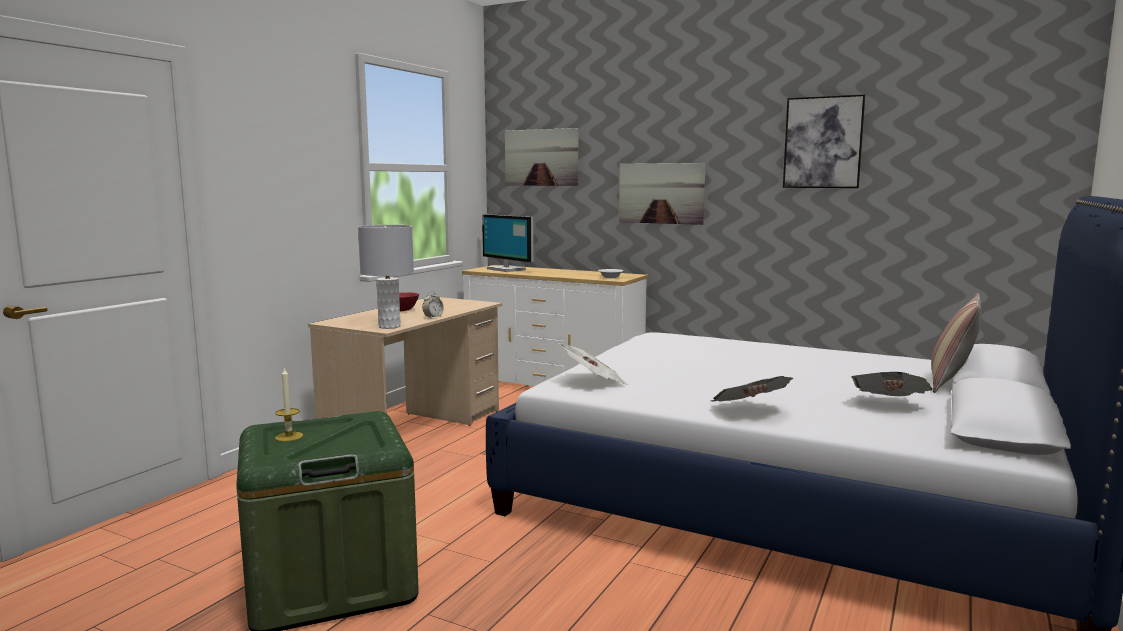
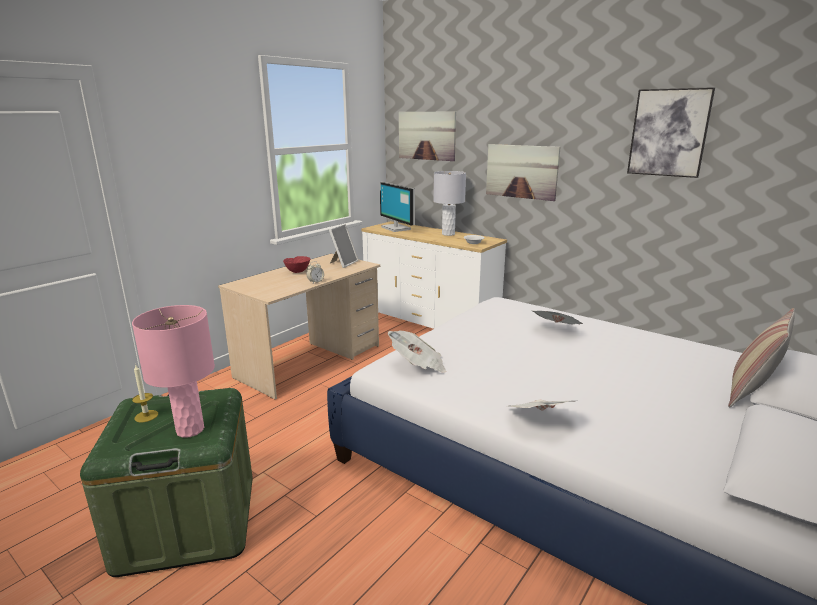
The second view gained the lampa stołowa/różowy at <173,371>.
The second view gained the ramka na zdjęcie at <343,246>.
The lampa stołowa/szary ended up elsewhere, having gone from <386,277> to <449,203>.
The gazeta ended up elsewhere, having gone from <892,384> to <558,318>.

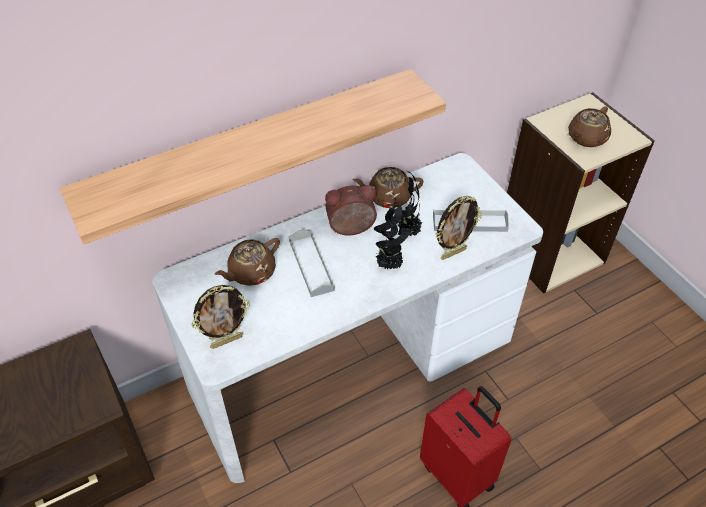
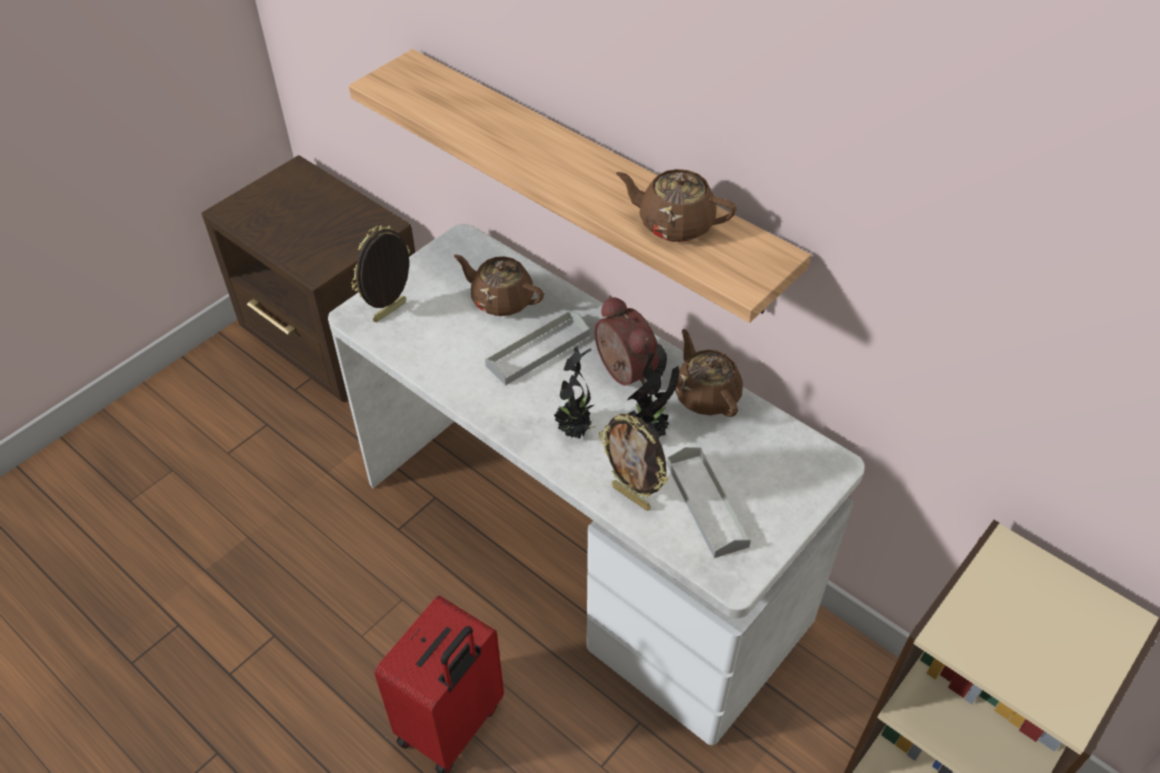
The imbryk/brązowy ended up elsewhere, having gone from <589,126> to <676,205>.
The ramka na zdjęcie at <221,317> ended up facing another way, 90 degrees clockwise from before.

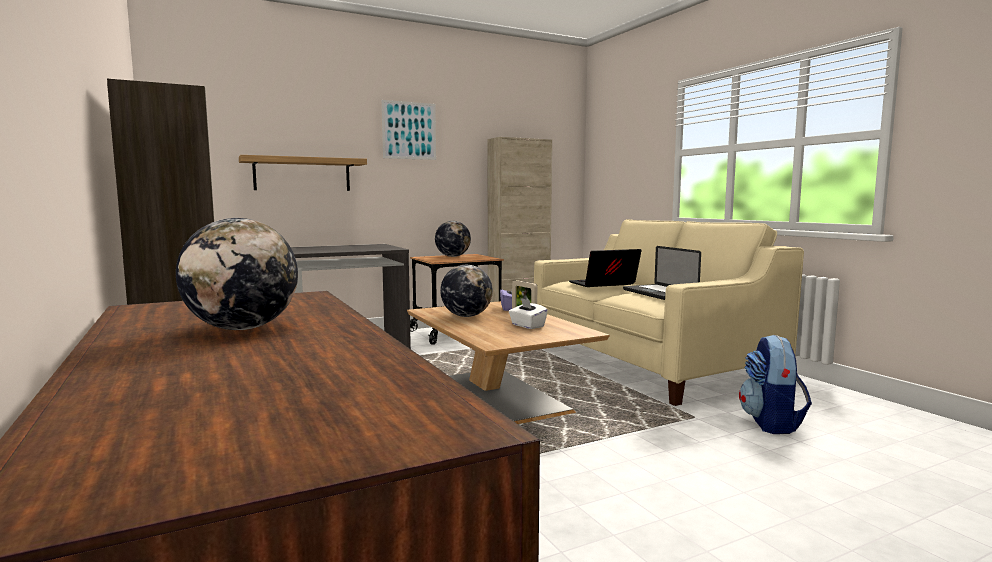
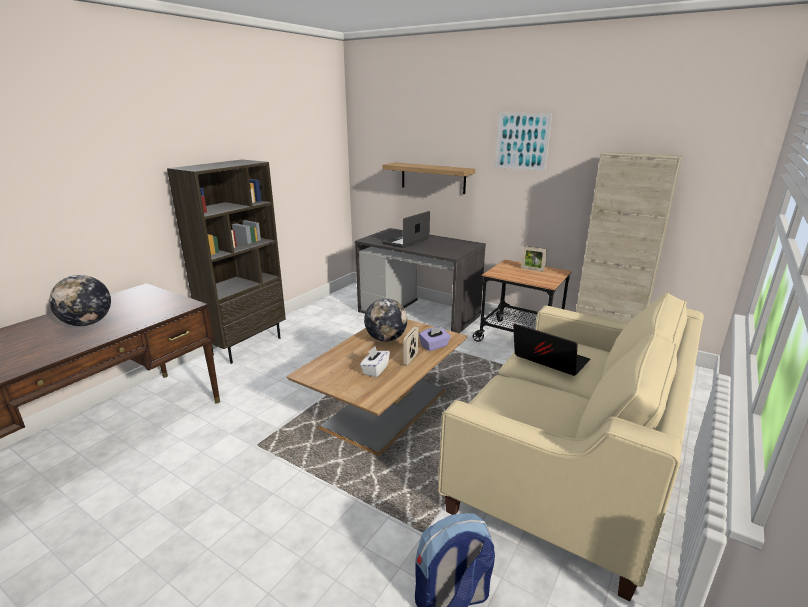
The laptop ended up elsewhere, having gone from <662,273> to <406,229>.
Where the globus stood at <453,239>, the ramka na zdjęcie came to stand at <534,259>.

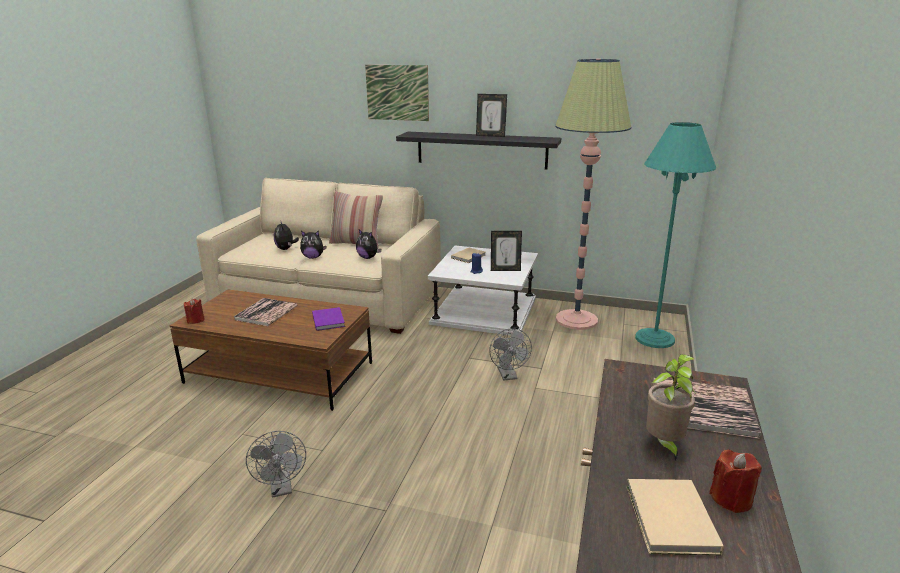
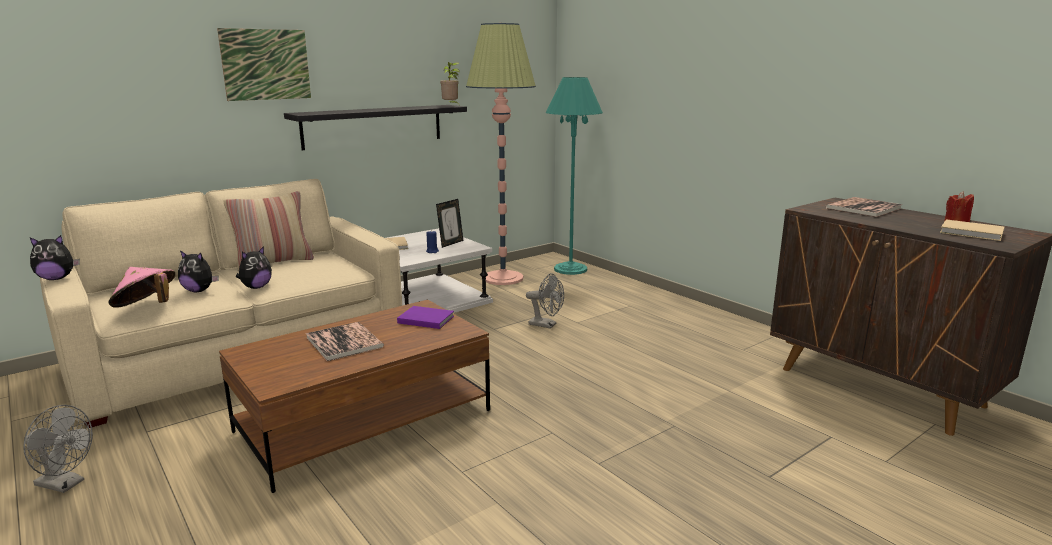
The second view lost the świeca/czerwony at <194,311>.
The second view lost the ramka na zdjęcie at <491,115>.
The second view gained the kapelusz/różowy at <141,287>.
The wentylator/szary ended up elsewhere, having gone from <276,464> to <58,449>.
The pluszak ended up elsewhere, having gone from <368,244> to <55,257>.
The roślina doniczkowa ended up elsewhere, having gone from <671,407> to <450,84>.

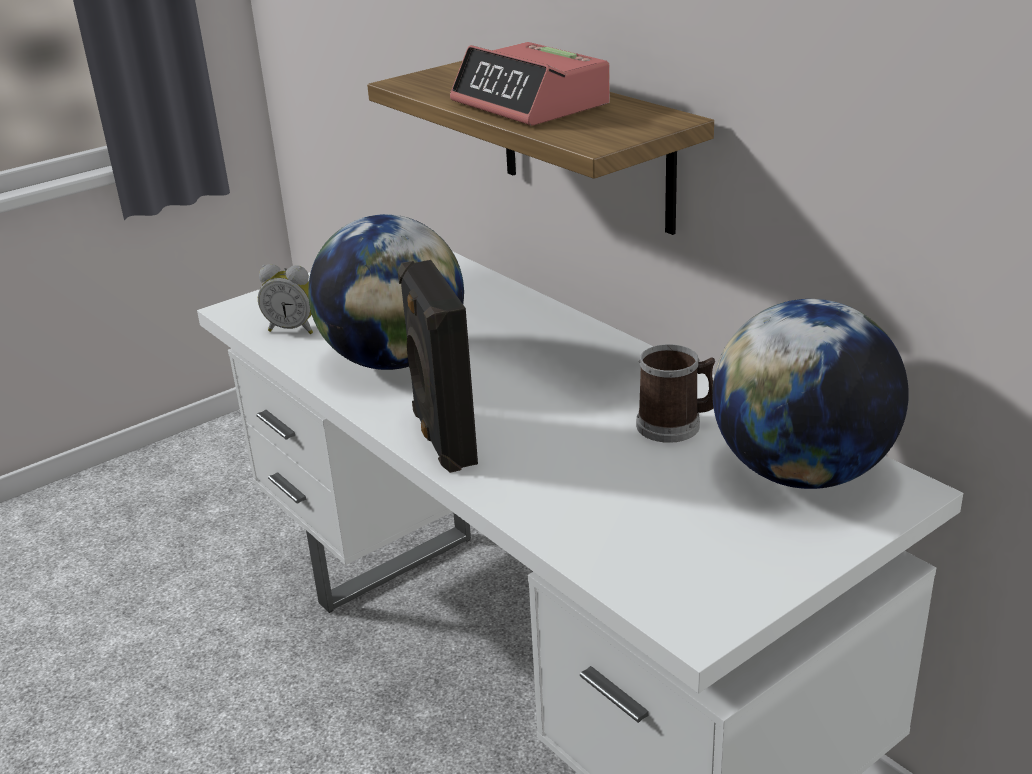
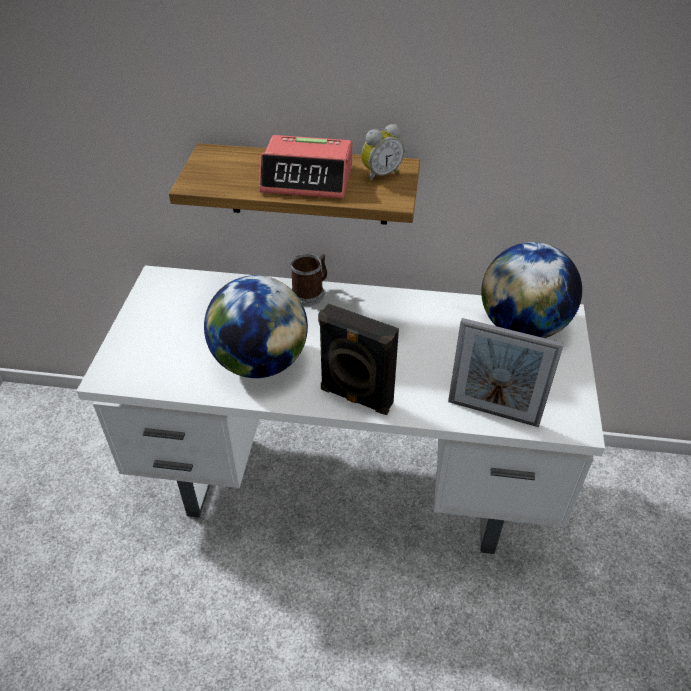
The second view gained the ramka na zdjęcie at <506,372>.
The budzik ended up elsewhere, having gone from <285,299> to <382,153>.
The kubek ended up elsewhere, having gone from <675,393> to <308,280>.

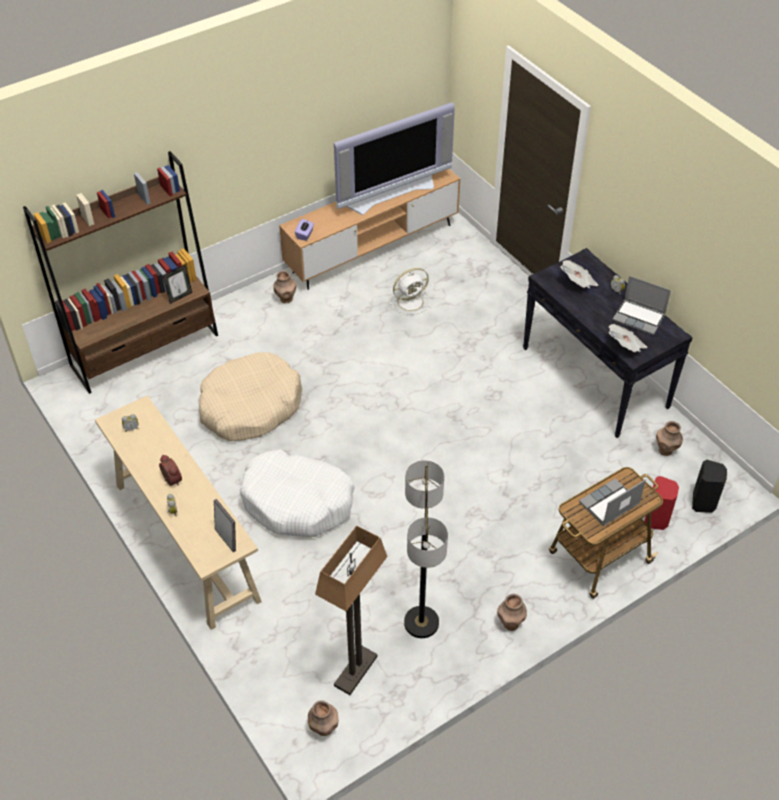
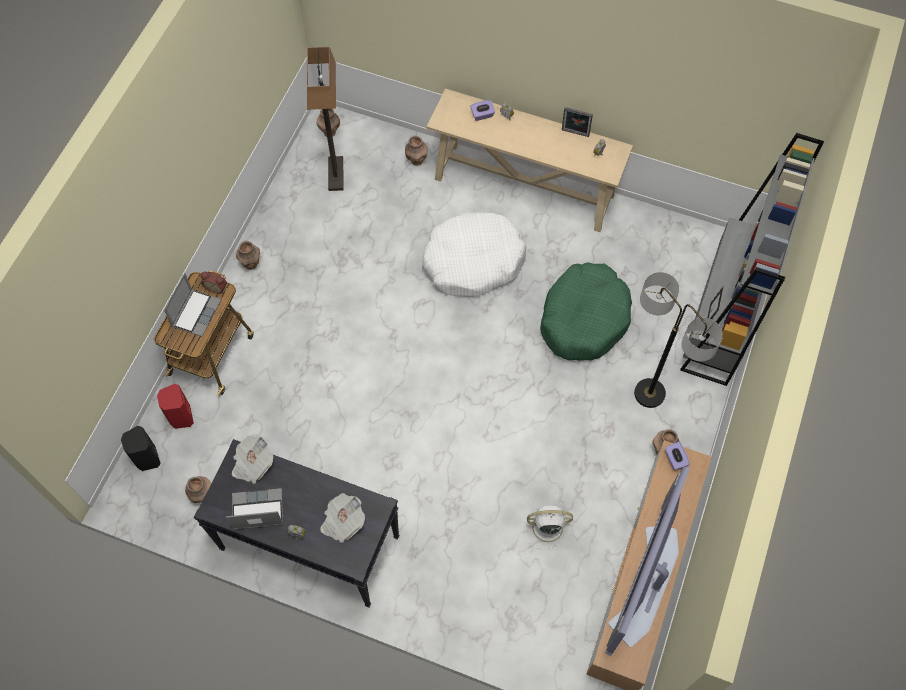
The second view gained the wazon/brązowy at <416,150>.
The second view gained the pudełko chusteczek/fioletowy at <482,110>.
The budzik ended up elsewhere, having gone from <170,470> to <214,283>.
The ramka na zdjęcie ended up elsewhere, having gone from <225,525> to <577,122>.
The lampa stojąca ended up elsewhere, having gone from <426,549> to <678,340>.
What was the regał/brązowy at <120,272> turned into the regał/szary at <752,259>.
What was the legowisko/beżowy at <250,396> turned into the legowisko/zielony at <586,311>.
The wentylator/biały at <410,291> ended up facing another way, 60 degrees clockwise from before.

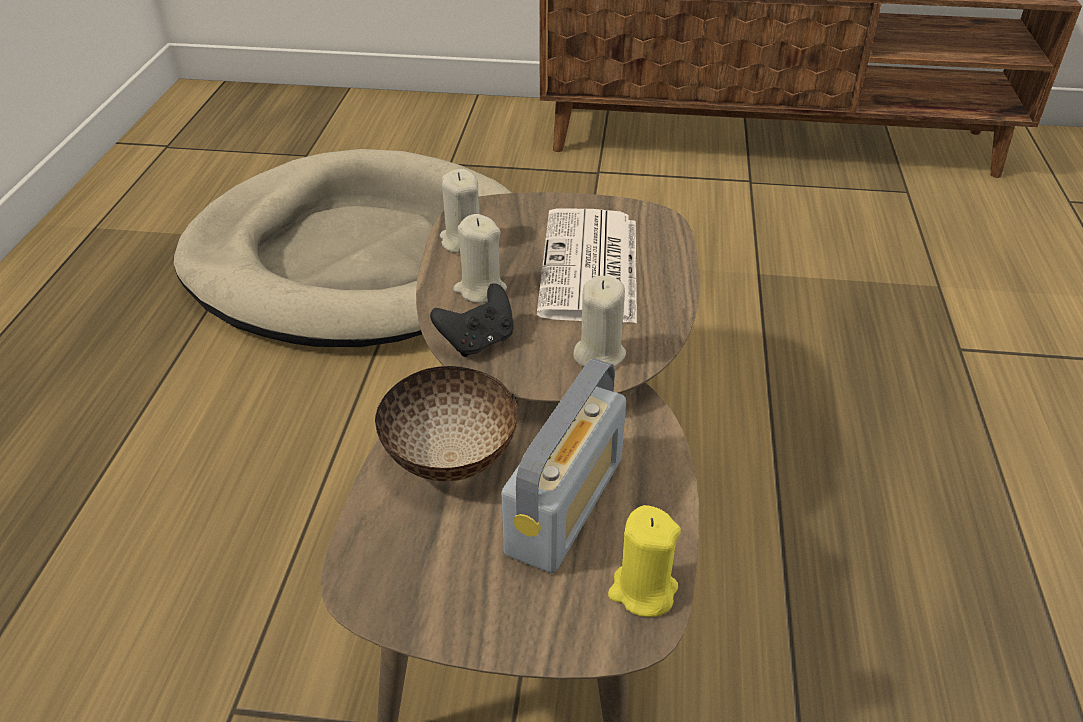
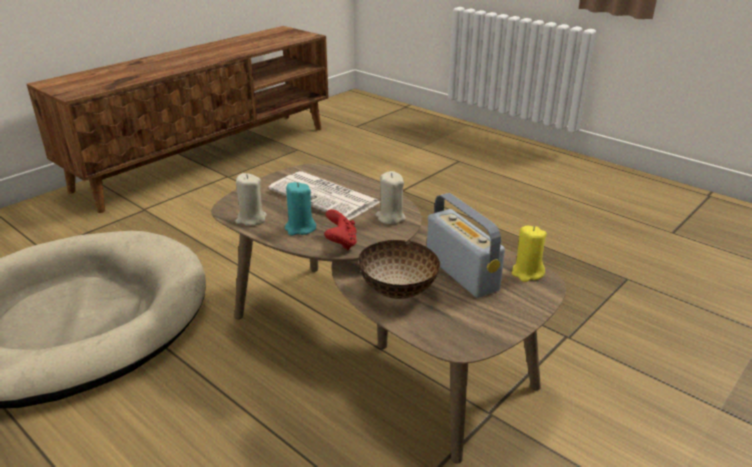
What was the pad do gier/czarny at <472,320> turned into the pad do gier/czerwony at <340,229>.
What was the świeca/beżowy at <480,258> turned into the świeca/turkusowy at <300,209>.

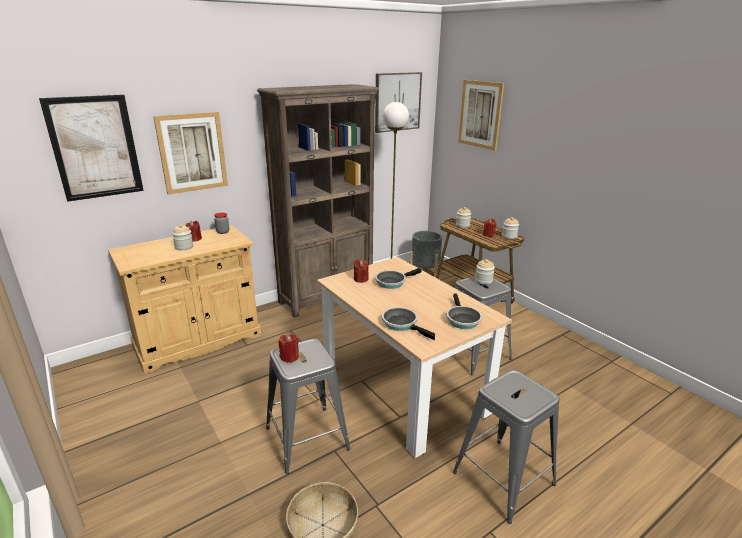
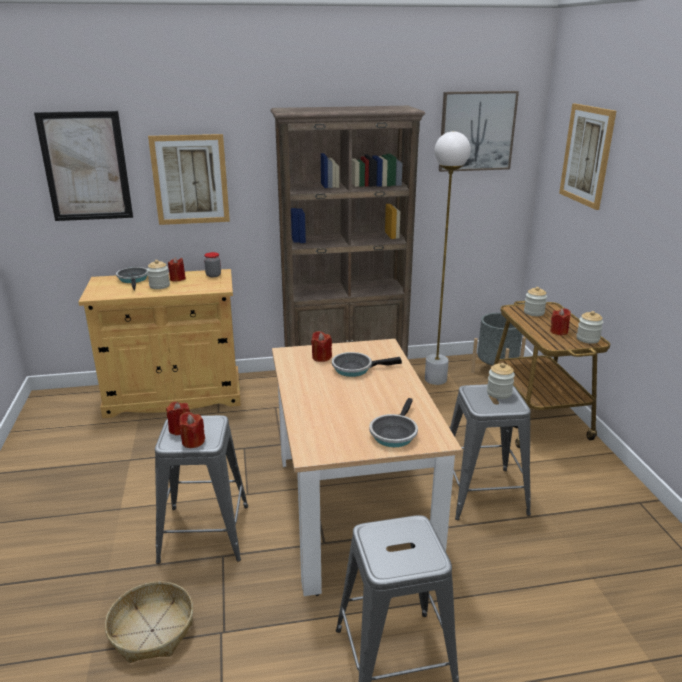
The second view gained the świeca/czerwony at <192,430>.
The patelnia ended up elsewhere, having gone from <408,323> to <132,278>.

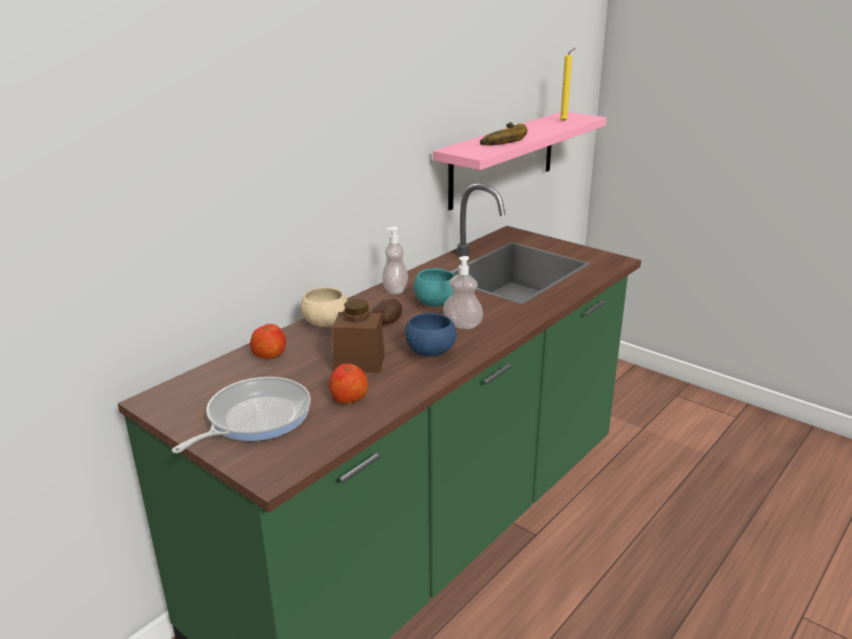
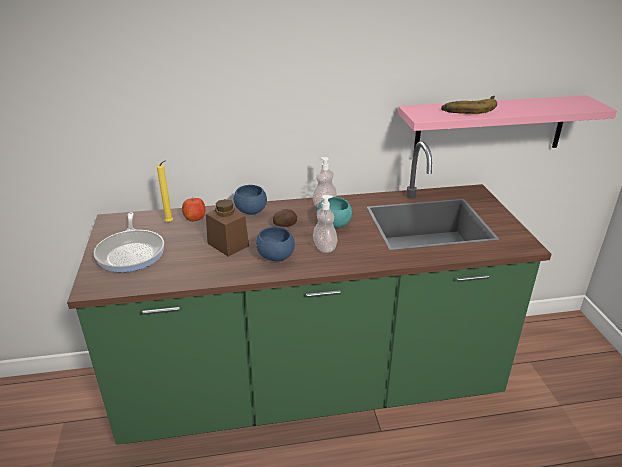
The second view lost the jabłko at <348,383>.
The świeca/żółty ended up elsewhere, having gone from <568,84> to <165,192>.
What was the miska/beżowy at <324,307> turned into the miska/niebieski at <250,200>.
The patelnia at <241,415> ended up facing another way, 90 degrees clockwise from before.

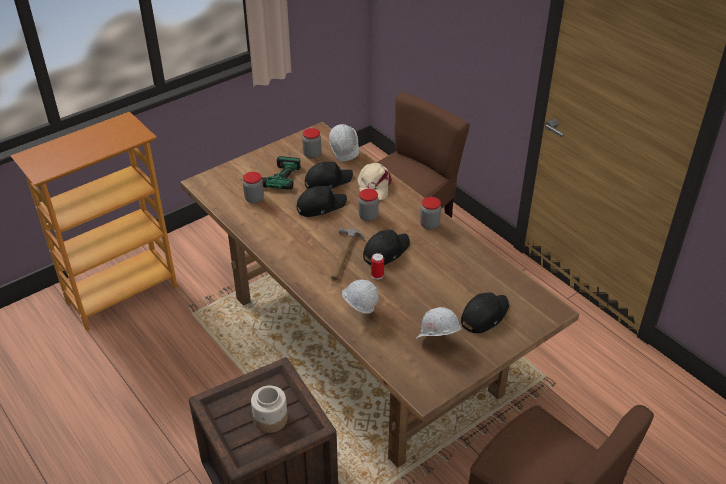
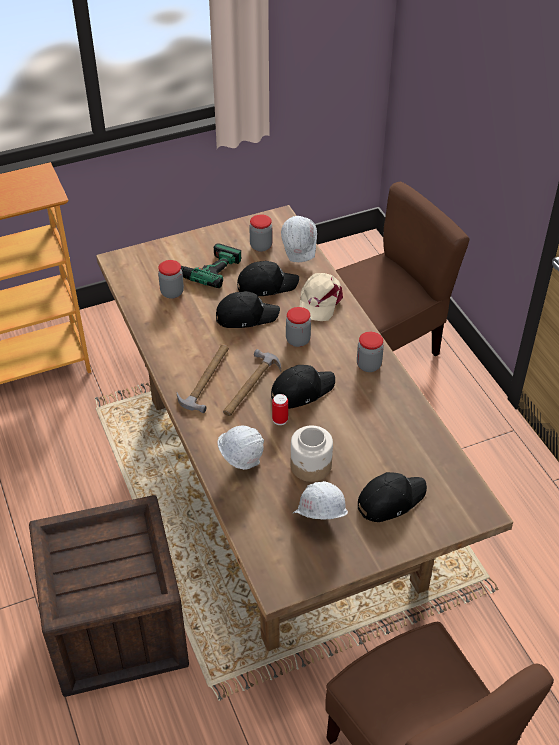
The second view gained the młotek at <202,379>.
The słoik ended up elsewhere, having gone from <269,409> to <312,454>.

